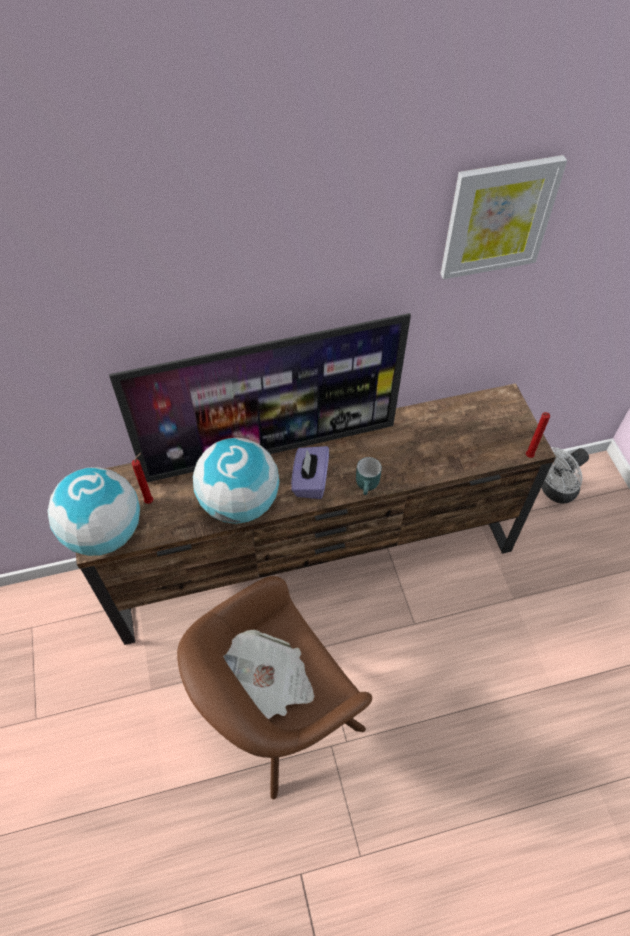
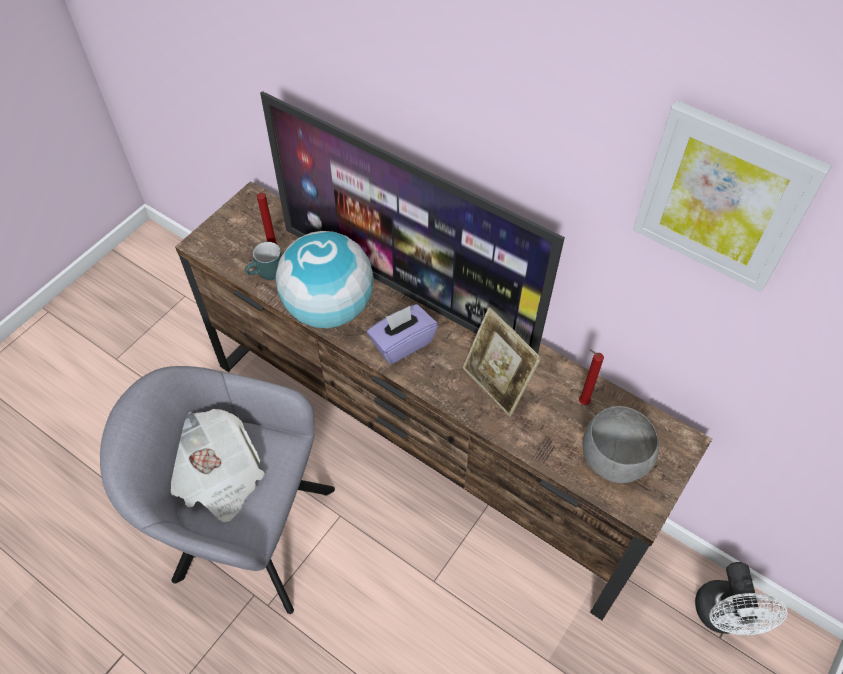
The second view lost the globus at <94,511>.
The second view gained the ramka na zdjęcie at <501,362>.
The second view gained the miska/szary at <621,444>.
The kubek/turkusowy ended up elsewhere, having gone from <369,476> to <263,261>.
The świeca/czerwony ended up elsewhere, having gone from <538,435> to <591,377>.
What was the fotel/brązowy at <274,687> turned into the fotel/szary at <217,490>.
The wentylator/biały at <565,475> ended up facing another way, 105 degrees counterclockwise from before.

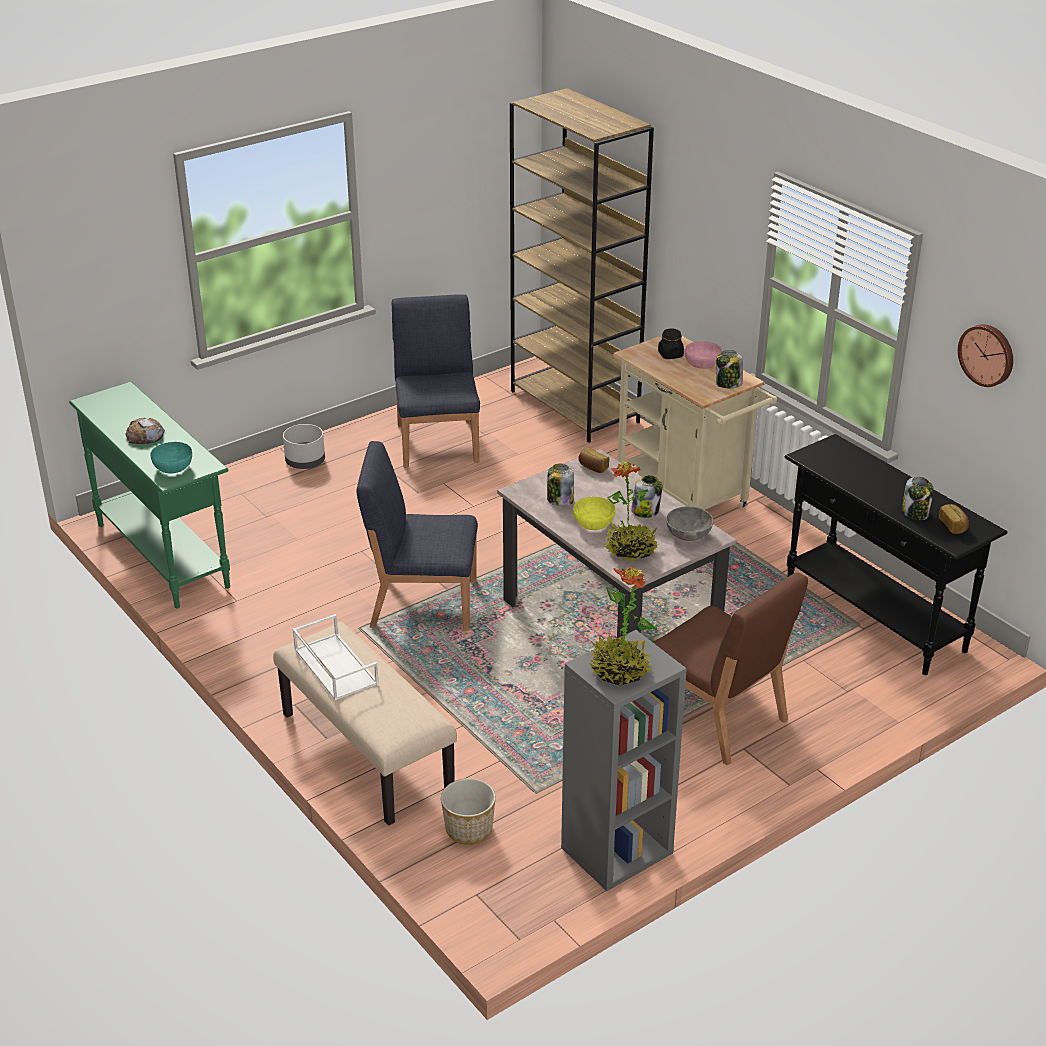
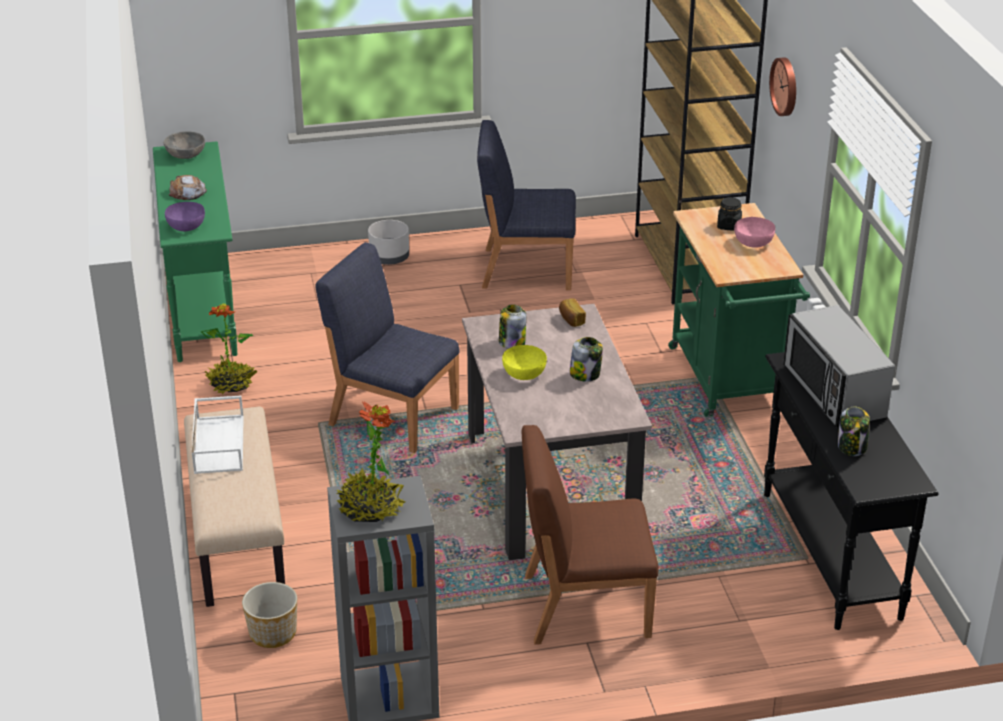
The second view lost the słoik at <729,369>.
The second view lost the chleb at <954,519>.
The second view gained the mikrofalówka at <839,366>.
The roślina doniczkowa ended up elsewhere, having gone from <631,512> to <229,348>.
The miska/szary ended up elsewhere, having gone from <689,523> to <184,145>.
The zegar ścienny ended up elsewhere, having gone from <985,355> to <782,86>.
What was the miska/turkusowy at <171,458> turned into the miska/fioletowy at <185,216>.
What was the wózek/beżowy at <695,423> turned into the wózek/zielony at <739,310>.
The krzesło/niebieski at <436,381> ended up facing another way, 105 degrees counterclockwise from before.
The krzesło/brązowy at <730,668> ended up facing another way, 105 degrees clockwise from before.

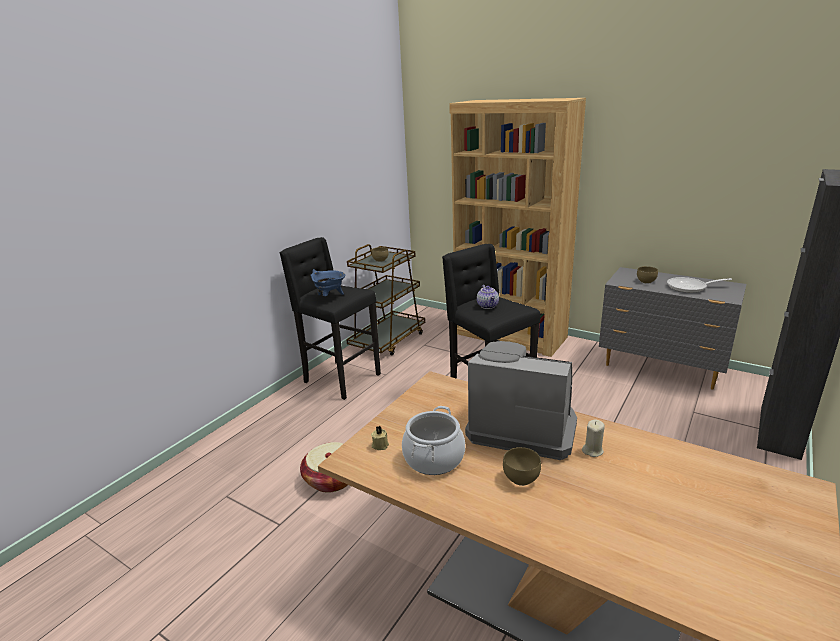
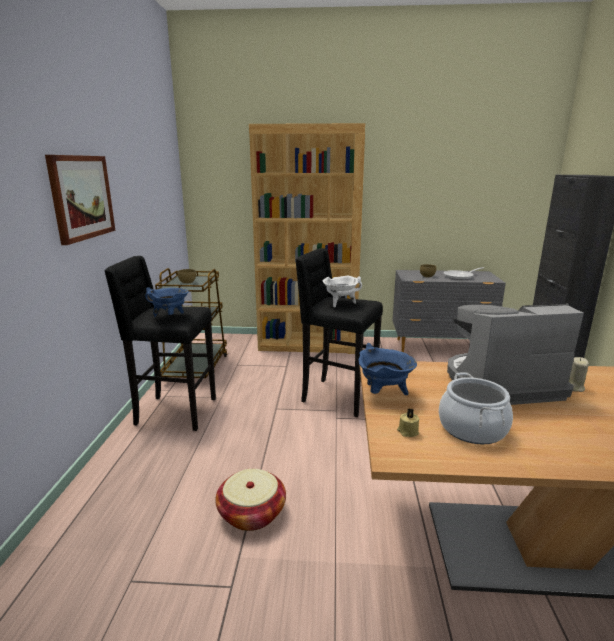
The second view lost the miska/brązowy at <522,466>.
The second view gained the obraz at <80,200>.
The second view gained the garnek/niebieski at <388,369>.
Where the imbryk stood at <488,297>, the garnek/biały came to stand at <342,291>.

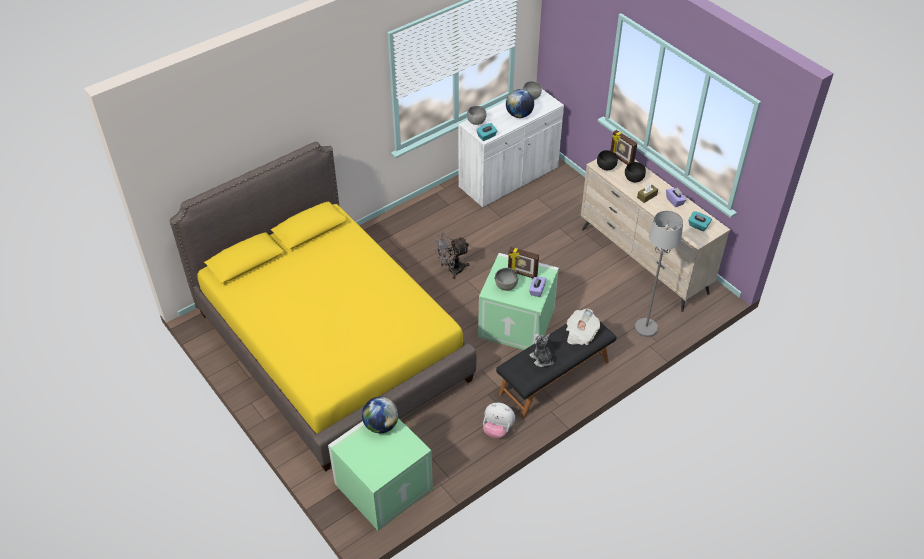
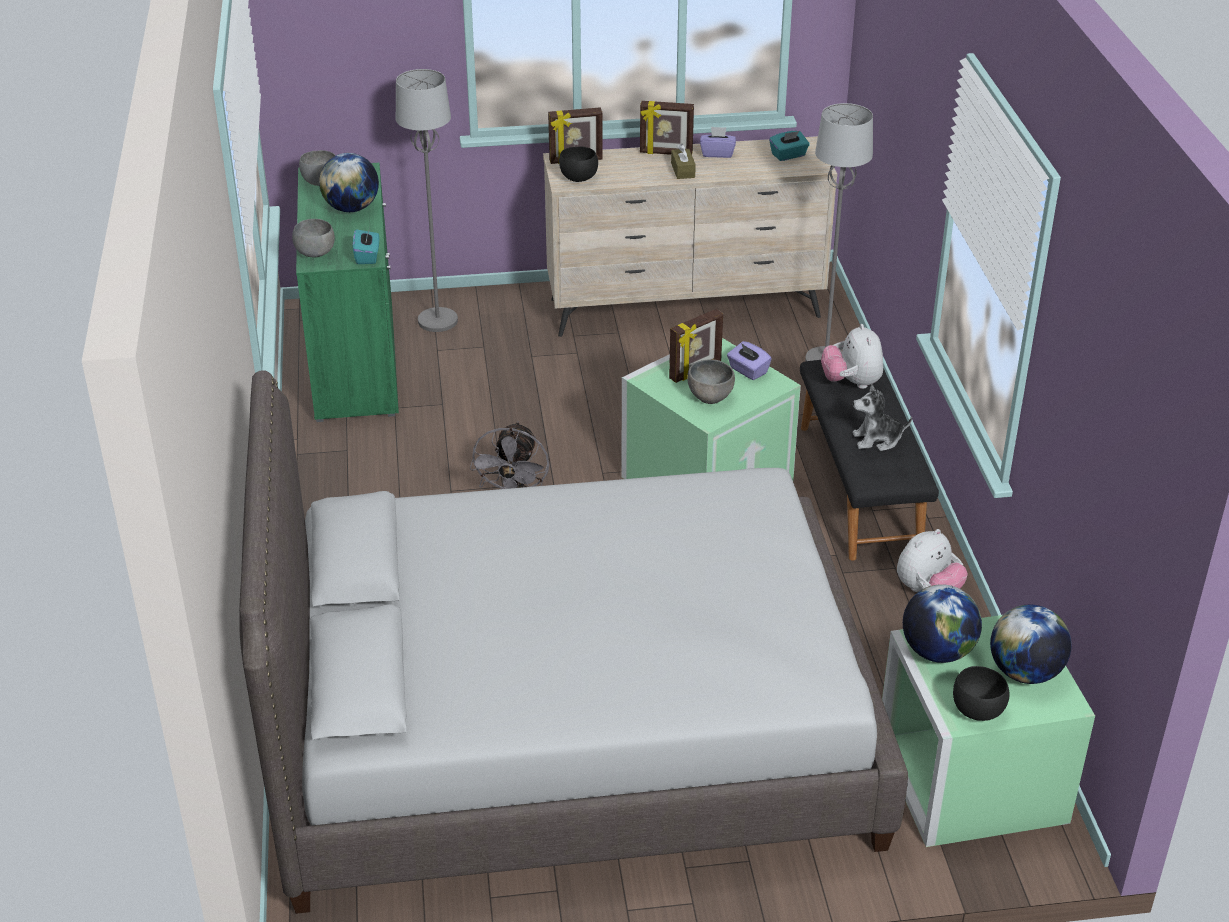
The second view gained the lampa stojąca/szary at <427,200>.
The second view gained the ramka na zdjęcie at <667,128>.
The second view gained the globus at <1030,644>.
The miska/czarny ended up elsewhere, having gone from <635,172> to <981,693>.
Where the gazeta stood at <583,327>, the pluszak came to stand at <852,356>.
What was the łóżko/żółty at <323,307> turned into the łóżko/szary at <573,642>.
What was the szafka/biały at <511,148> turned into the szafka/zielony at <347,292>.

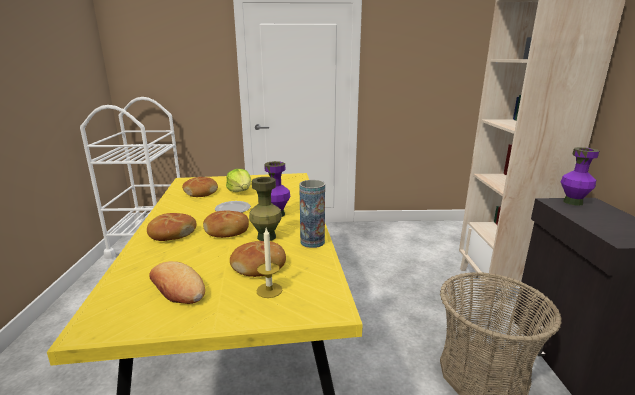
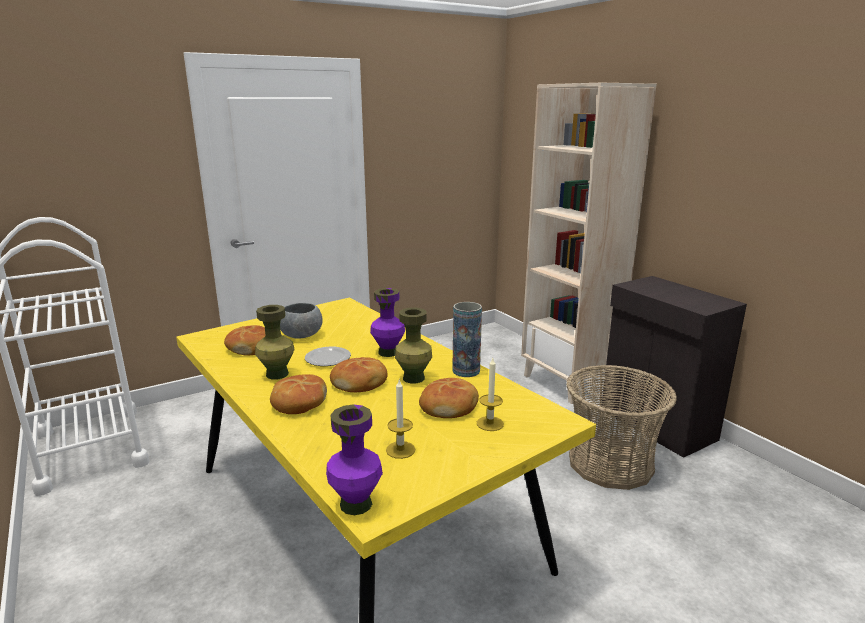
The second view gained the wazon/zielony at <275,342>.
The wazon/fioletowy ended up elsewhere, having gone from <580,176> to <354,459>.
Where the chleb stood at <177,282>, the świeca came to stand at <400,419>.
Where the sałata stood at <238,180>, the miska/szary came to stand at <301,321>.

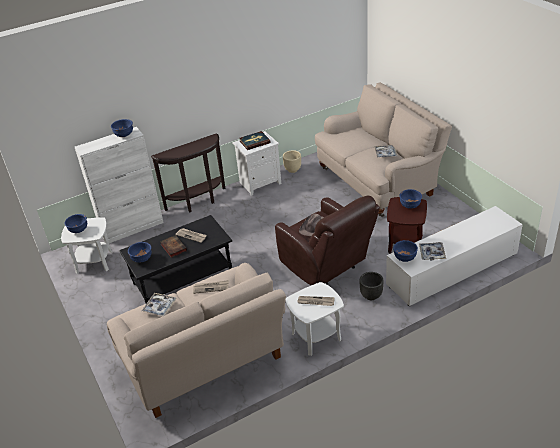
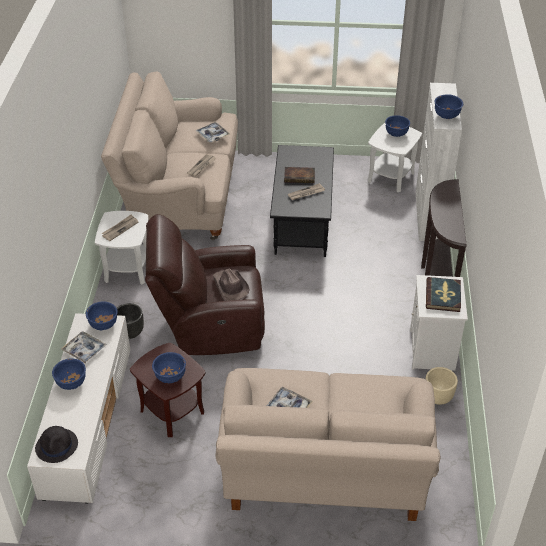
The second view gained the kapelusz/czarny at <56,444>.
The miska/niebieski ended up elsewhere, having gone from <139,252> to <69,374>.

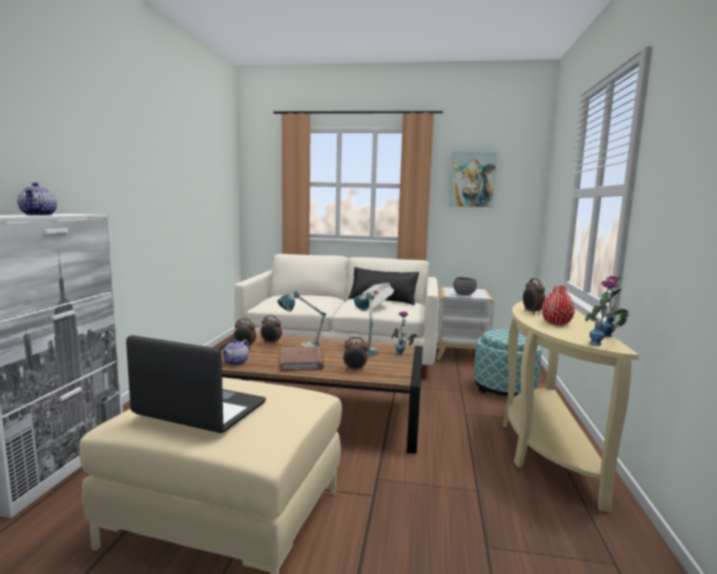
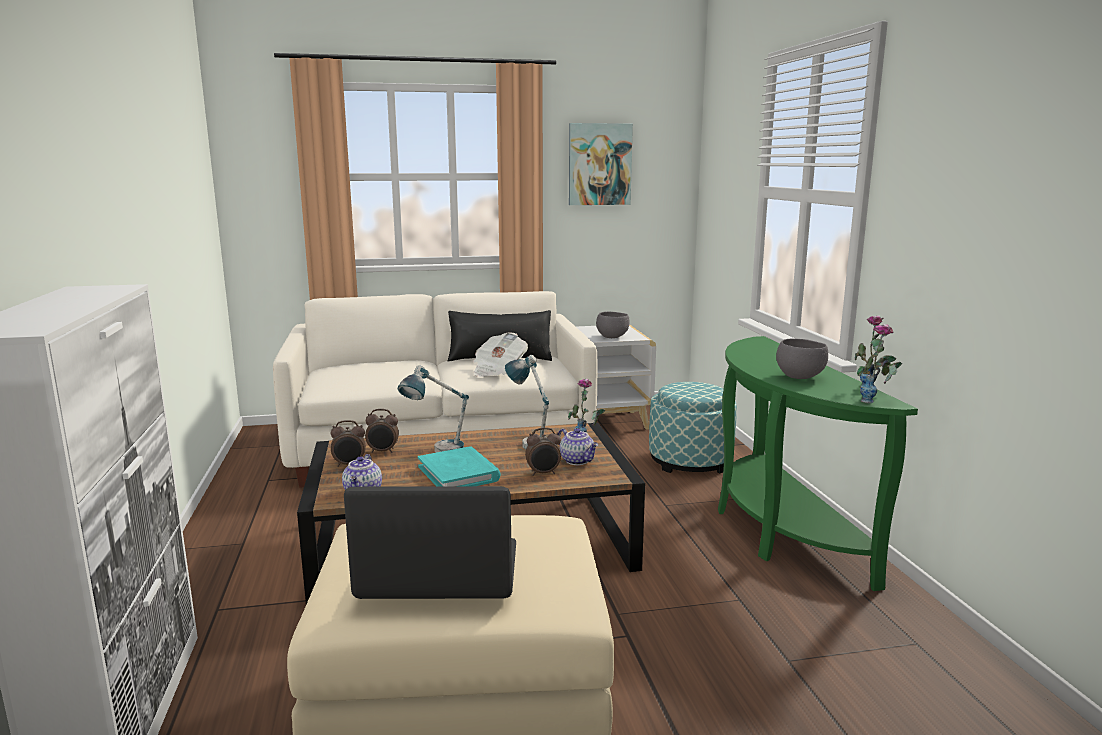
The second view lost the budzik at <534,296>.
The imbryk ended up elsewhere, having gone from <37,199> to <578,446>.
Where the wazon/czerwony stood at <558,305>, the miska/szary came to stand at <802,358>.
What was the książka/brązowy at <302,358> turned into the książka/turkusowy at <459,466>.
What was the stolik konsolowy/beżowy at <571,405> turned into the stolik konsolowy/zielony at <818,463>.

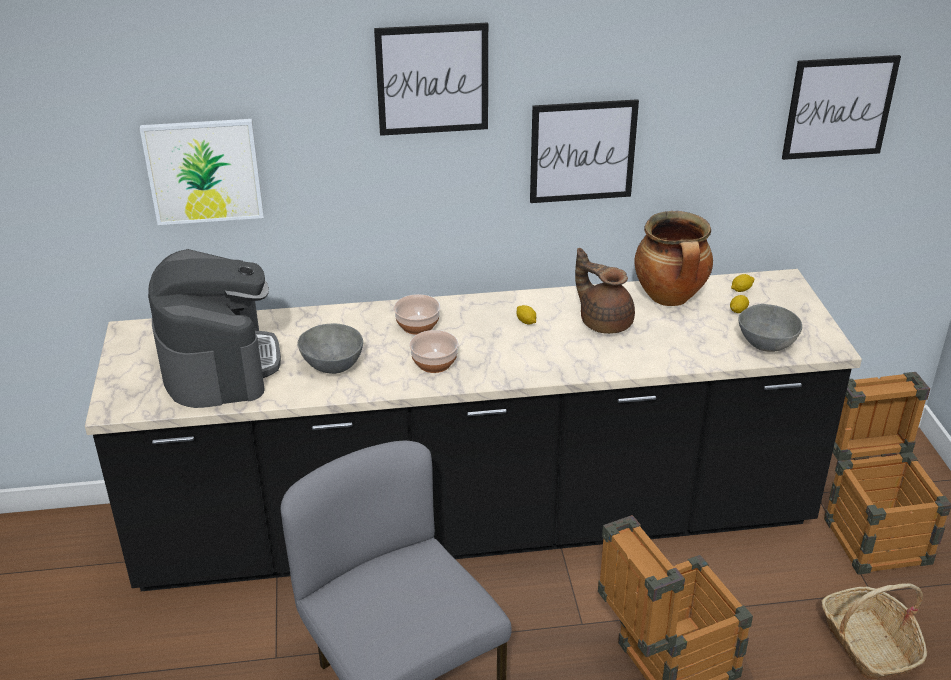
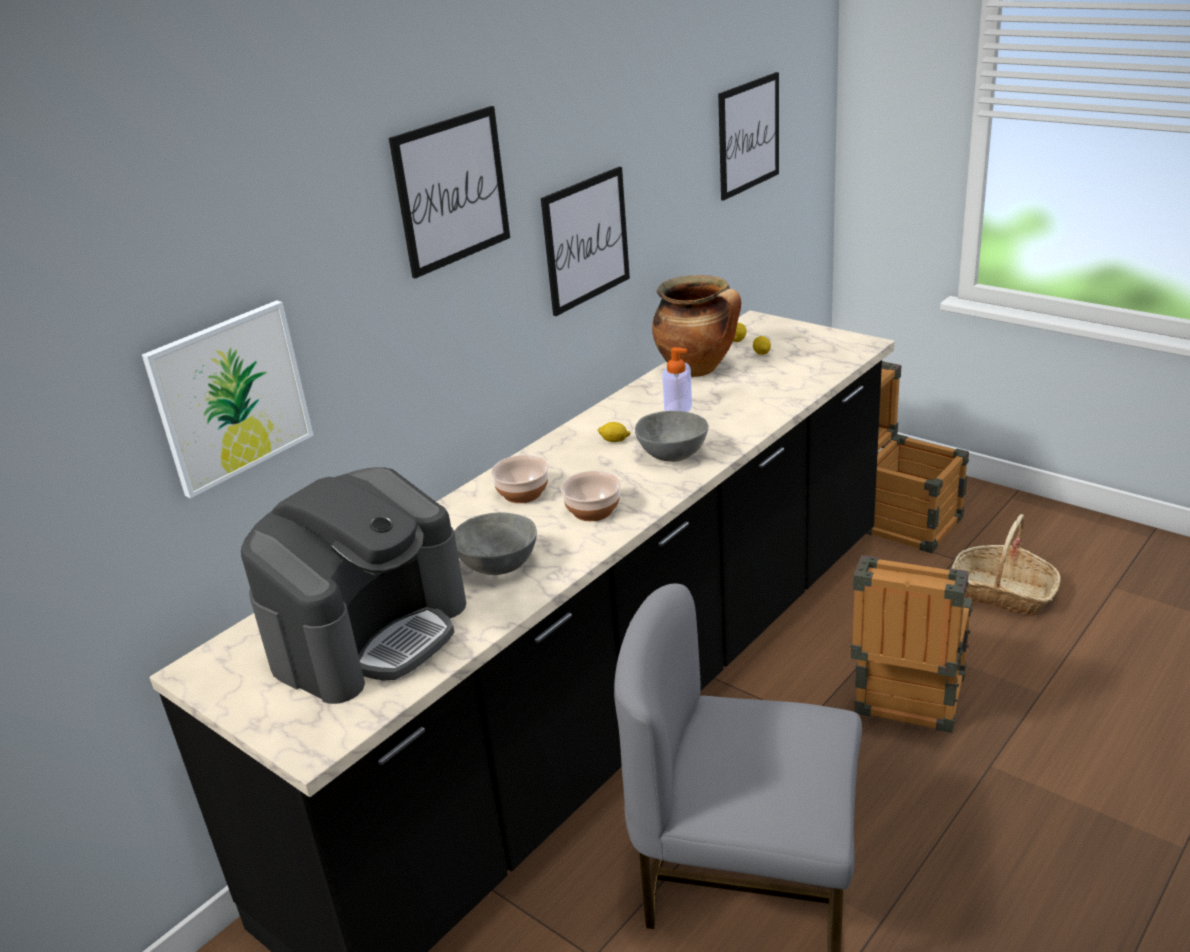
The miska/szary ended up elsewhere, having gone from <770,328> to <672,436>.
Where the imbryk/brązowy stood at <605,291>, the dozownik mydła came to stand at <677,379>.
The ekspres do kawy at <214,328> ended up facing another way, 90 degrees clockwise from before.

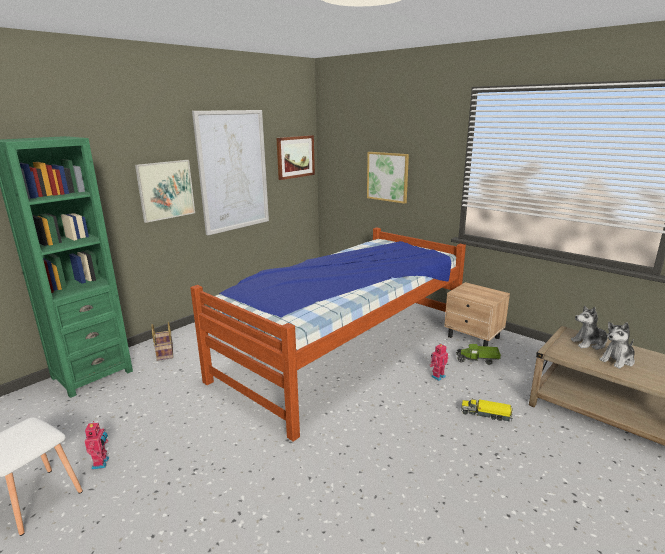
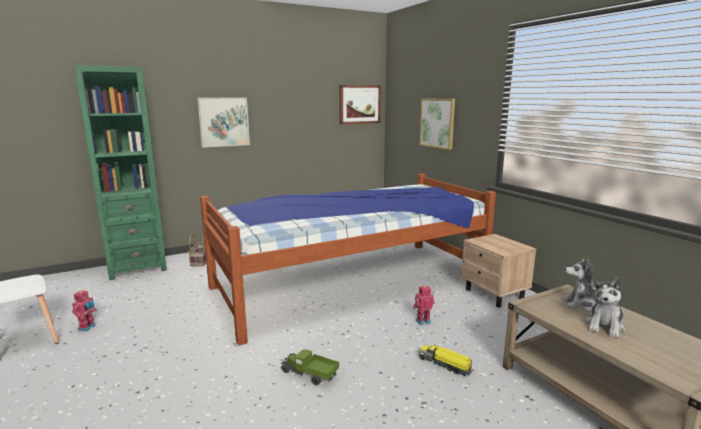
The second view lost the obraz at <230,172>.
The ciężarówka zabawkowa ended up elsewhere, having gone from <479,354> to <310,367>.
The pluszak at <617,345> ended up facing another way, 45 degrees counterclockwise from before.

